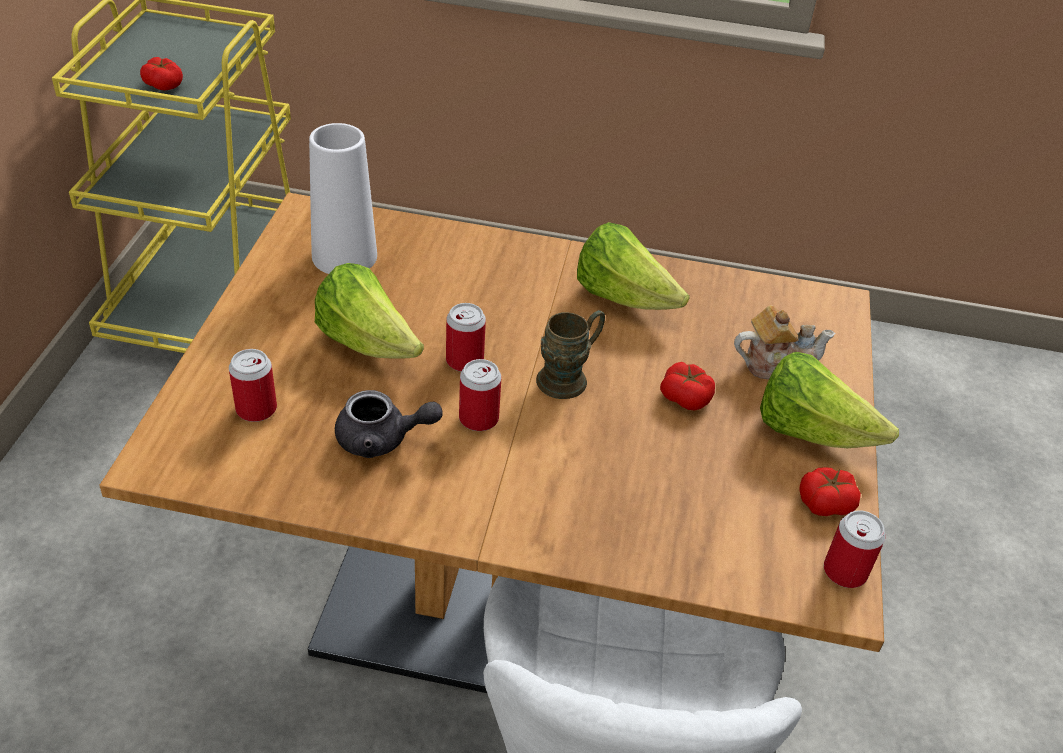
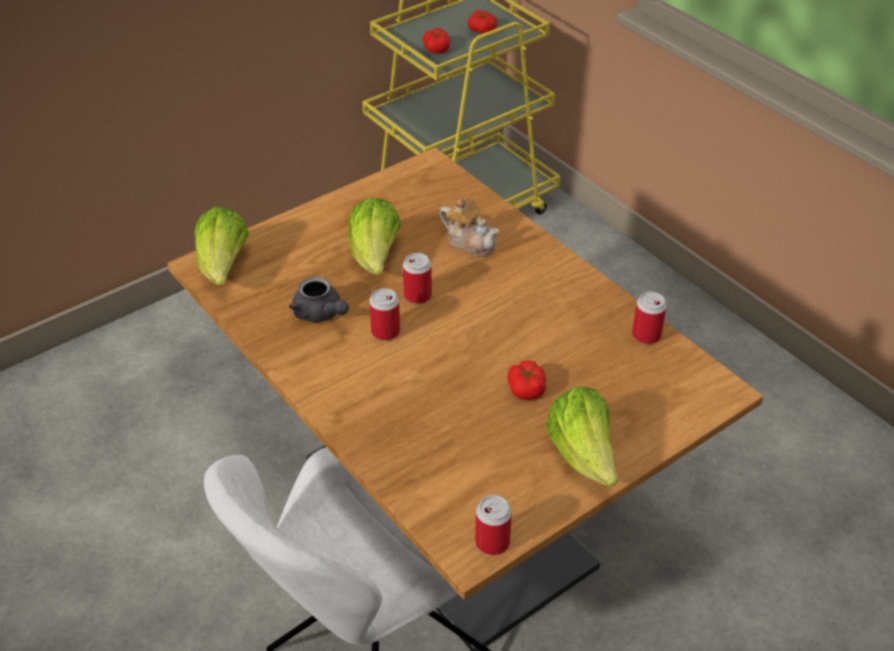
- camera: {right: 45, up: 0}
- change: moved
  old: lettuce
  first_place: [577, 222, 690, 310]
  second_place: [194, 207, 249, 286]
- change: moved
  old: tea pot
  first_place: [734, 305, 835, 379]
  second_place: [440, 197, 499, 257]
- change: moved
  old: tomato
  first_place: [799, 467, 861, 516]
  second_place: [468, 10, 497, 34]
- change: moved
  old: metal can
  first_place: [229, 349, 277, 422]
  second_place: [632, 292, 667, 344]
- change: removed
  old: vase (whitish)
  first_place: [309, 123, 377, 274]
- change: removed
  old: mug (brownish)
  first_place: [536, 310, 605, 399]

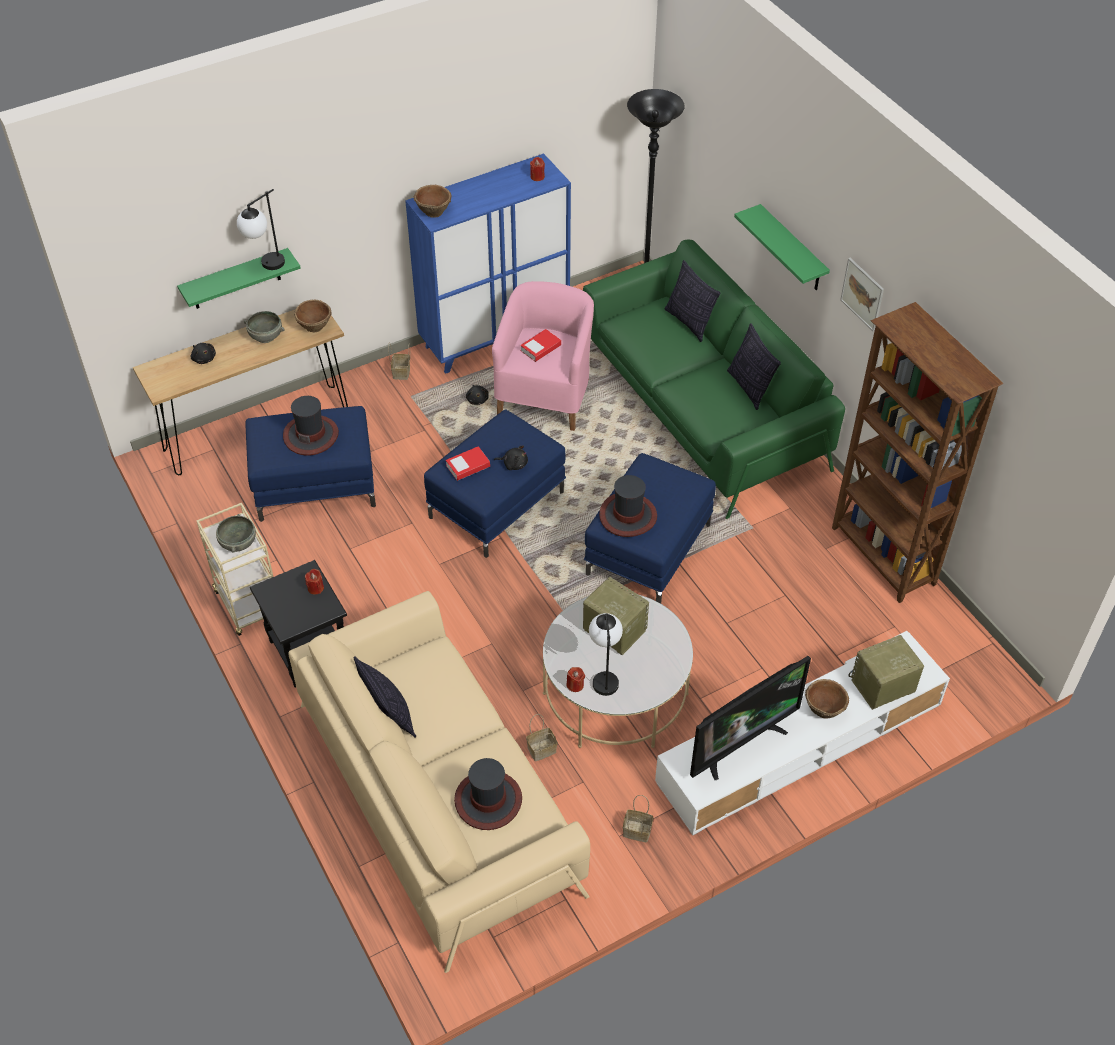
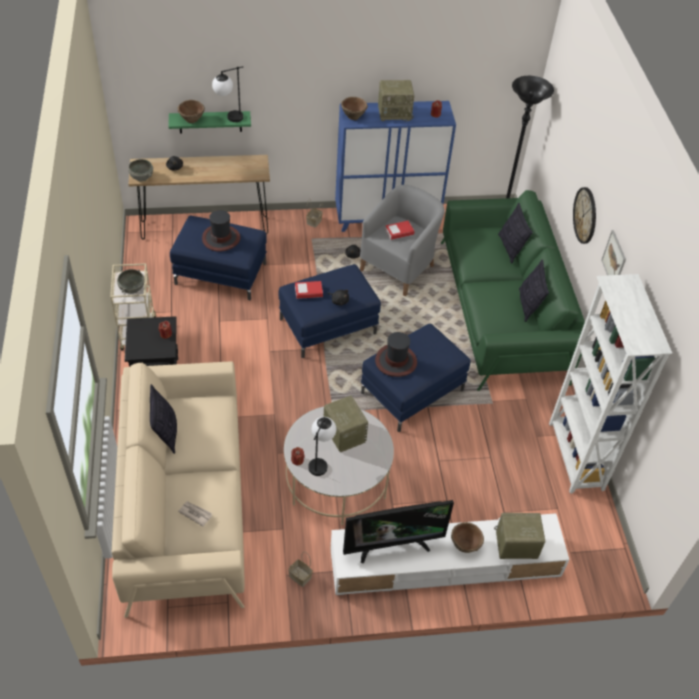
- camera: {right: 20, up: 0}
- change: moved
  old: serving bowl (greyish)
  first_place: [244, 311, 284, 343]
  second_place: [128, 159, 153, 181]
- change: moved
  old: serving bowl (brownish)
  first_place: [294, 300, 331, 332]
  second_place: [177, 100, 205, 123]
- change: replaced
  old: wearable hat
  new: printed paper
  first_place: [454, 758, 522, 830]
  second_place: [178, 501, 212, 527]
- change: recoloured
  old: lounge chair (pink-coloured)
  new: lounge chair (greyish)
  first_place: [492, 281, 594, 431]
  second_place: [360, 185, 445, 296]
- change: added
  new: radio
  second_place: [378, 80, 414, 122]
- change: recoloured
  old: bookshelf (brownish)
  new: bookshelf (whitish)
  first_place: [832, 302, 1003, 603]
  second_place: [549, 274, 672, 493]
- change: replaced
  old: wall shelf (greenish)
  new: wall clock
  first_place: [734, 204, 830, 290]
  second_place: [573, 187, 596, 244]
- change: removed
  old: household basket
  first_place: [526, 714, 558, 761]

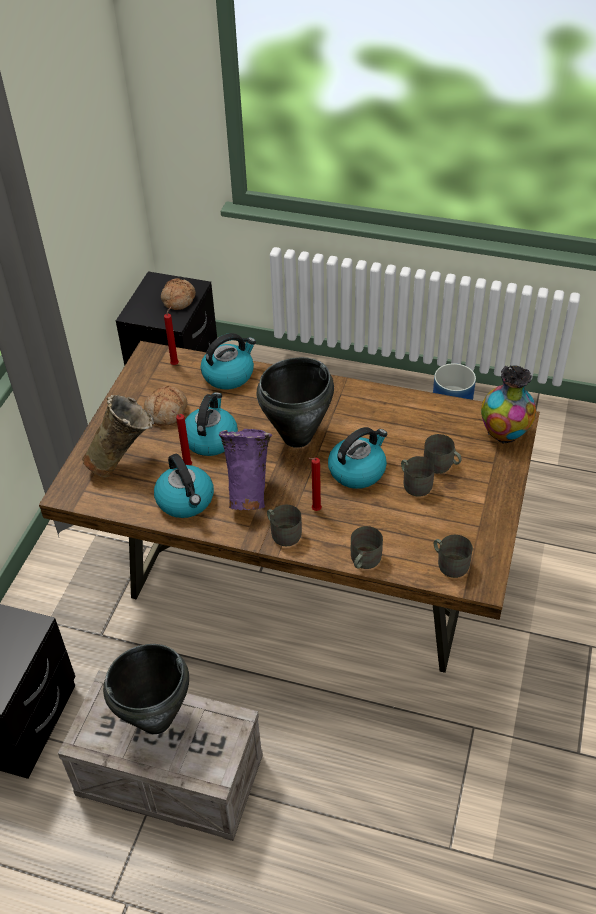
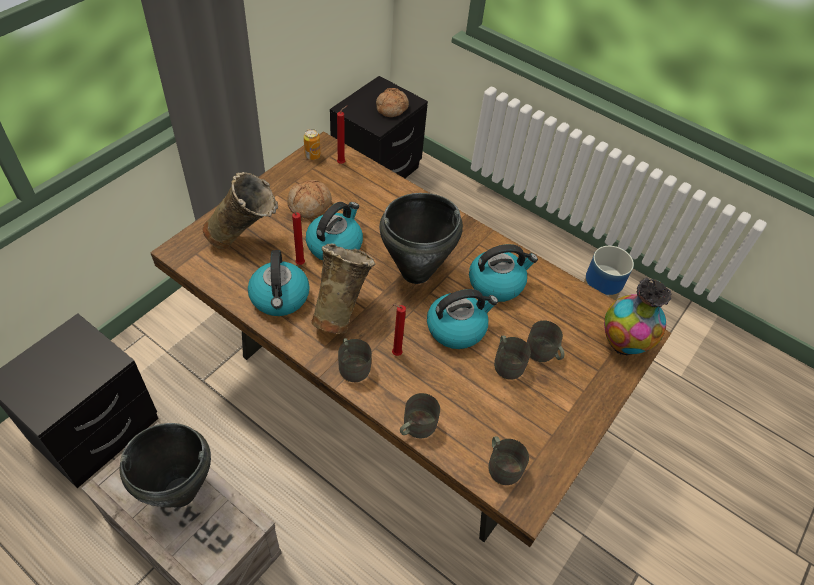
- camera: {right: 15, up: 5}
- change: added
  new: metal can
  second_place: [304, 129, 321, 160]
- change: recoloured
  old: vase (purple-coloured)
  new: vase (beige-coloured)
  first_place: [219, 429, 272, 510]
  second_place: [311, 243, 375, 334]
- change: moved
  old: water kettle
  first_place: [201, 333, 256, 389]
  second_place: [469, 244, 538, 302]

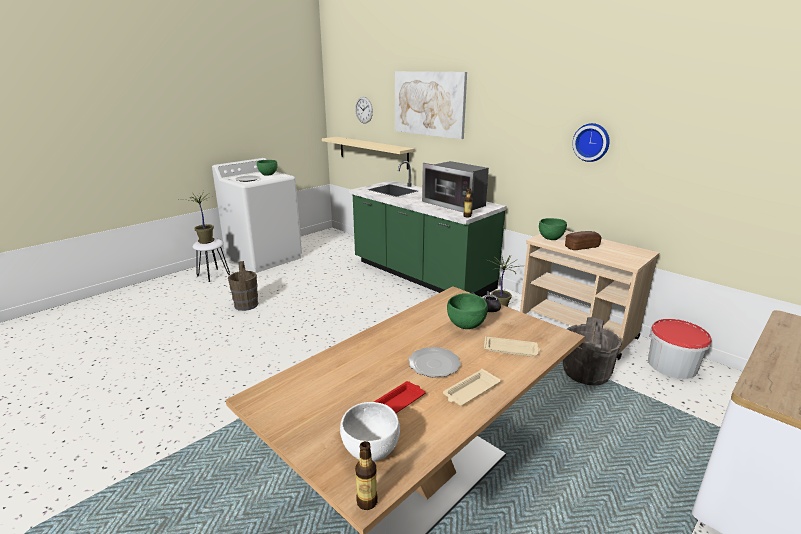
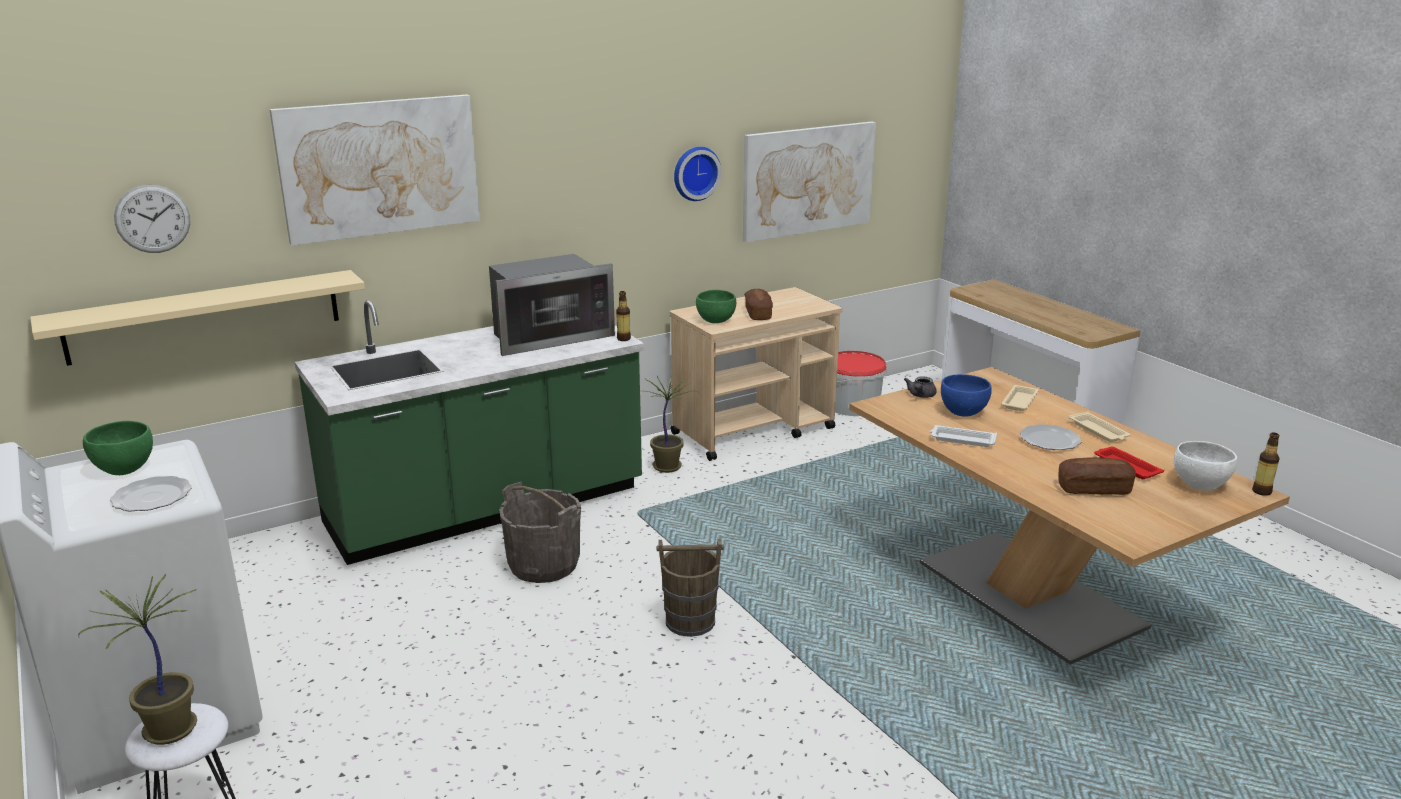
- camera: {right: -75, up: 0}
- change: moved
  old: pail (greyish)
  first_place: [563, 317, 622, 385]
  second_place: [499, 482, 581, 583]
- change: moved
  old: pail (brownish)
  first_place: [228, 261, 258, 311]
  second_place: [657, 539, 724, 637]
- change: added
  new: picture
  second_place: [743, 121, 876, 242]
- change: added
  new: serving tray (whitish)
  second_place: [930, 425, 997, 447]
- change: recoloured
  old: serving bowl (greenish)
  new: serving bowl (blue)
  first_place: [447, 293, 488, 329]
  second_place: [941, 374, 992, 416]
- change: added
  new: bakery bread
  second_place: [1058, 457, 1136, 495]

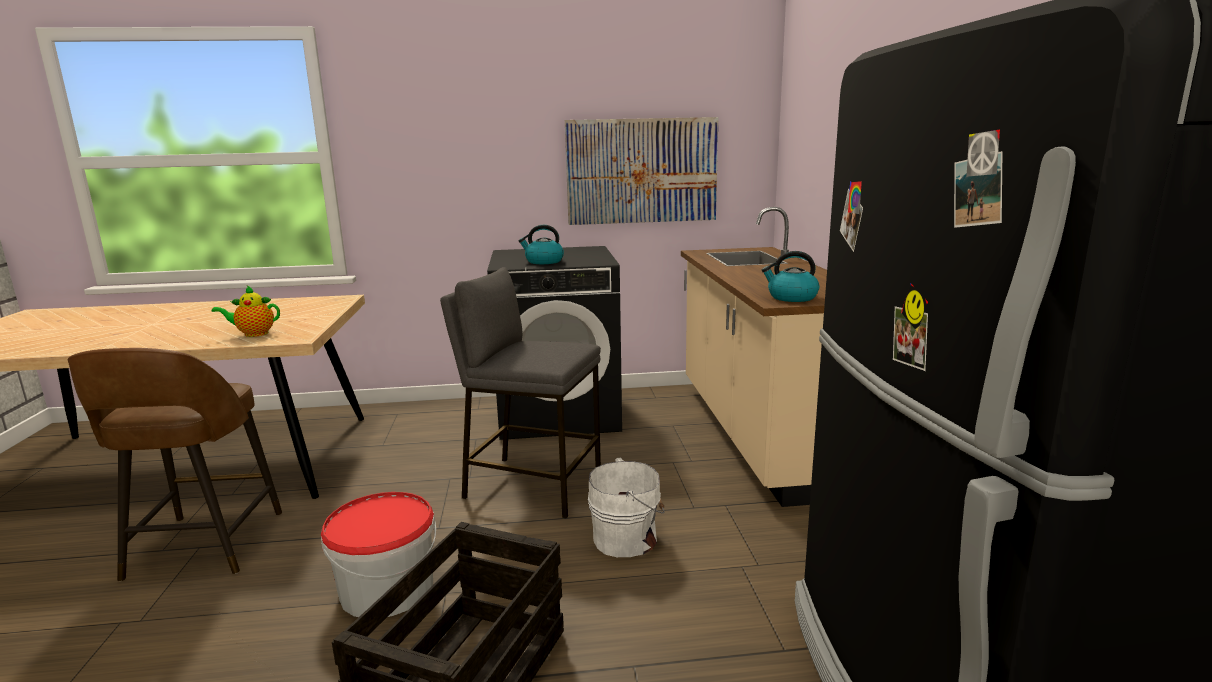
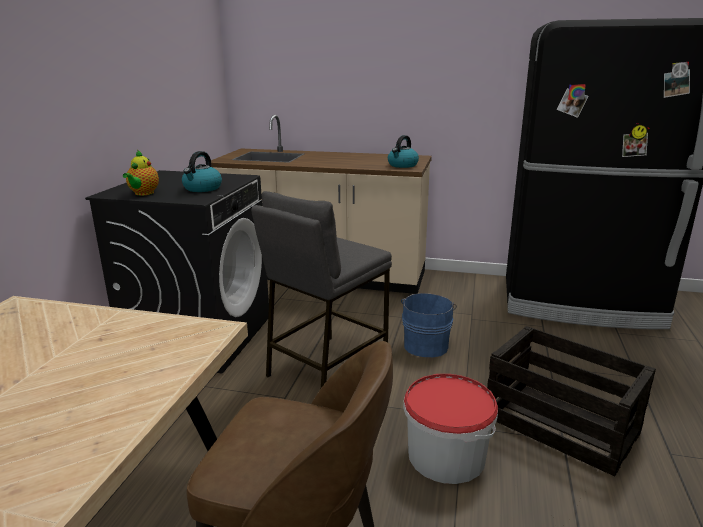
- camera: {right: -70, up: 5}
- change: moved
  old: tea pot
  first_place: [212, 285, 280, 337]
  second_place: [123, 150, 159, 195]
- change: recoloured
  old: pail (whitish)
  new: pail (blue)
  first_place: [588, 458, 665, 557]
  second_place: [401, 293, 457, 357]
- change: removed
  old: picture
  first_place: [565, 117, 718, 225]

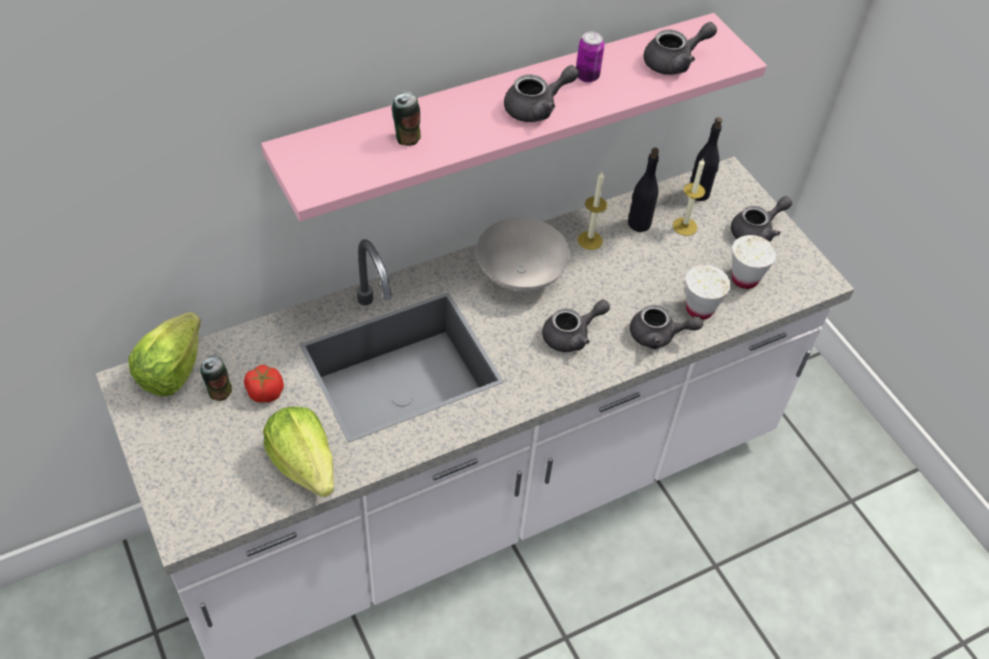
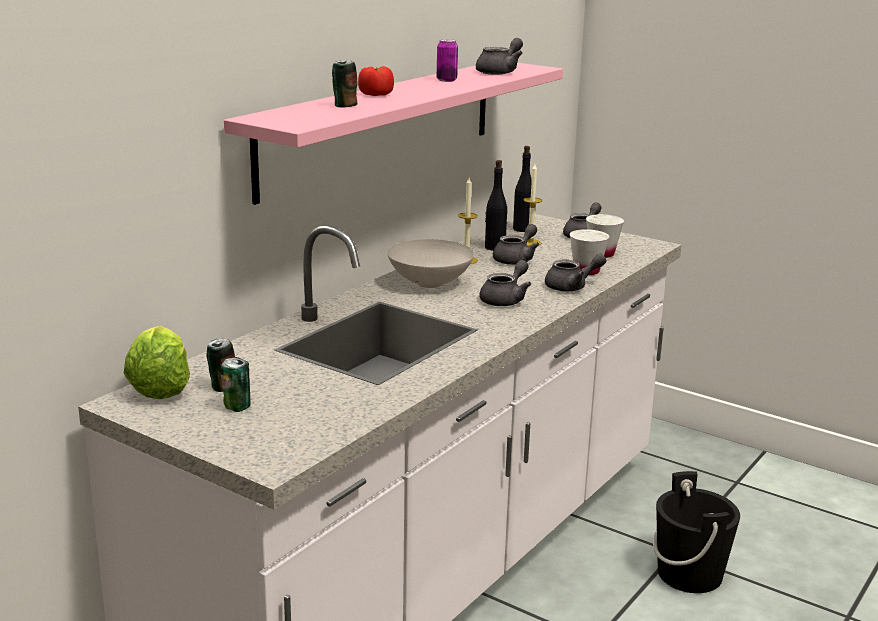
- camera: {right: -25, up: -30}
- change: added
  new: metal can
  second_place: [221, 357, 251, 412]
- change: moved
  old: tomato
  first_place: [244, 365, 284, 403]
  second_place: [358, 66, 394, 96]
- change: moved
  old: tea pot (greyish)
  first_place: [504, 65, 579, 122]
  second_place: [493, 224, 539, 265]
- change: added
  new: pail (blackish)
  second_place: [653, 471, 740, 593]
- change: removed
  old: lettuce
  first_place: [263, 407, 334, 497]

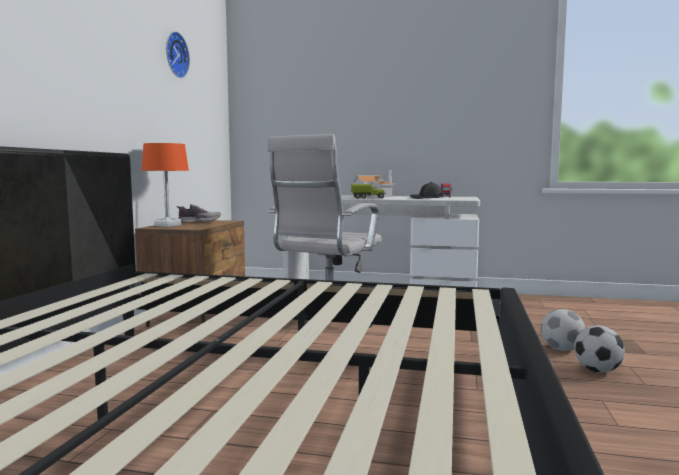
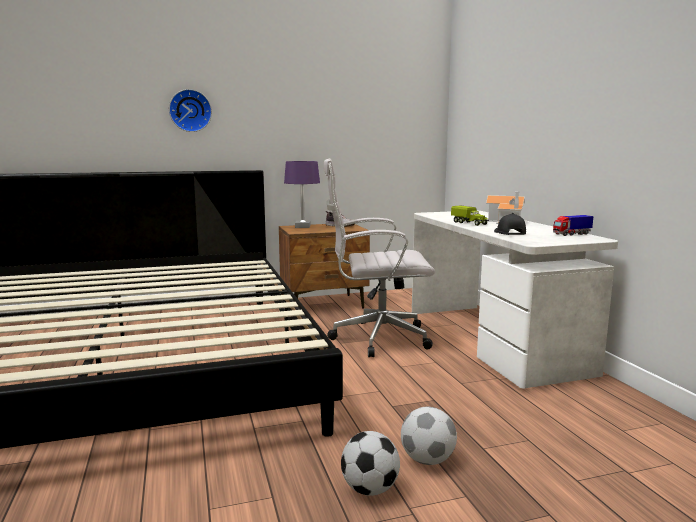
- camera: {right: 60, up: 5}
- change: moved
  old: wall clock
  first_place: [166, 31, 190, 78]
  second_place: [169, 89, 212, 132]
- change: recoloured
  old: table lamp (orangey)
  new: table lamp (purple-coloured)
  first_place: [142, 143, 189, 227]
  second_place: [284, 161, 320, 228]

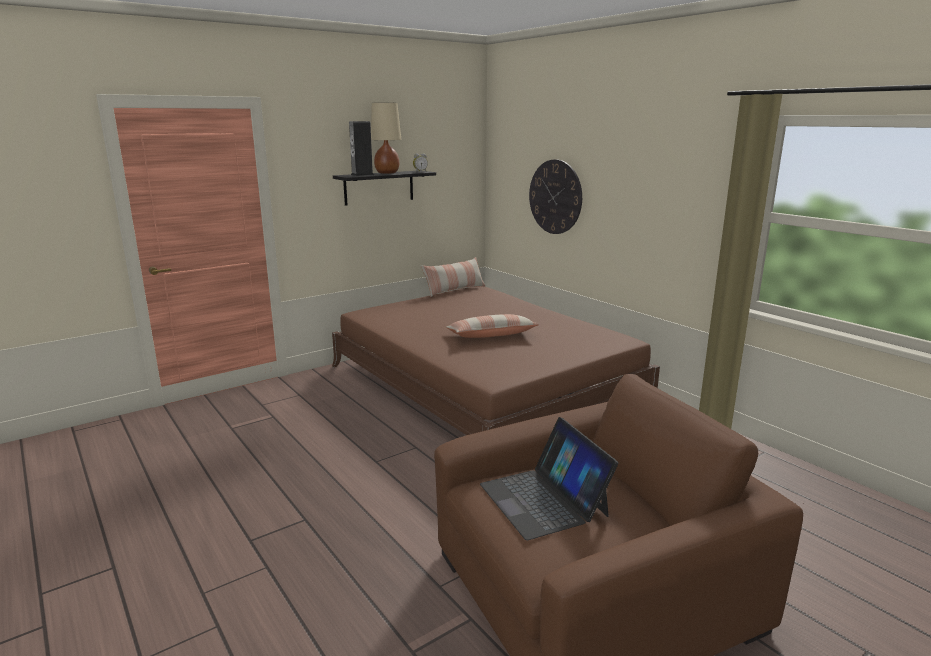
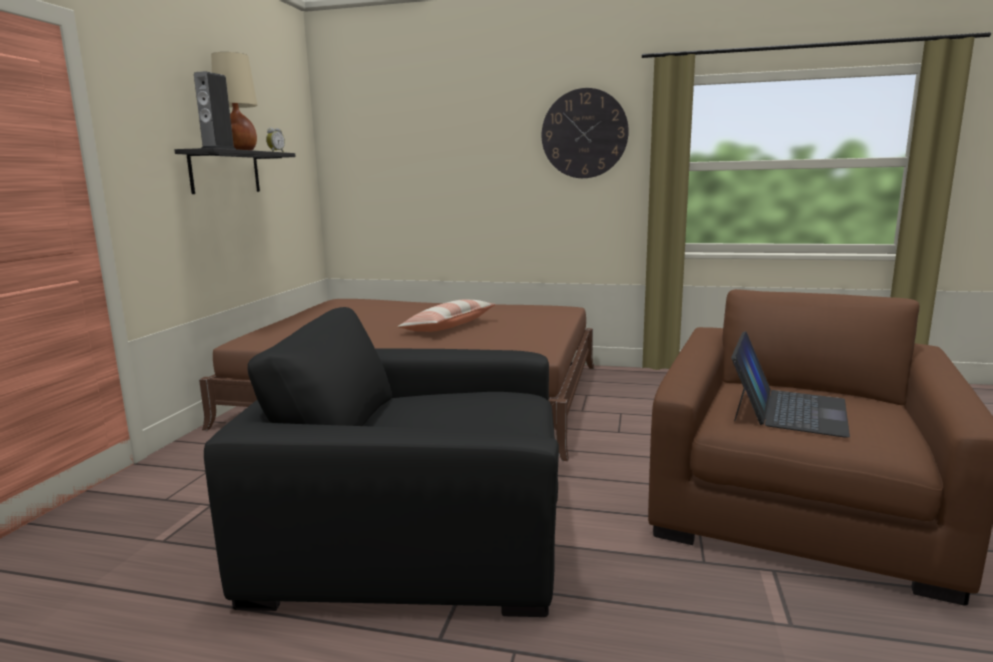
- camera: {right: -40, up: -5}
- change: added
  new: lounge chair (blackish)
  second_place: [204, 307, 559, 617]
- change: moved
  old: wall clock
  first_place: [529, 159, 582, 234]
  second_place: [542, 88, 629, 178]
- change: turned
  old: notebook computer
  first_place: [480, 417, 618, 540]
  second_place: [731, 331, 850, 438]
  degrees: -90
- change: removed
  old: pillow
  first_place: [421, 257, 485, 297]

